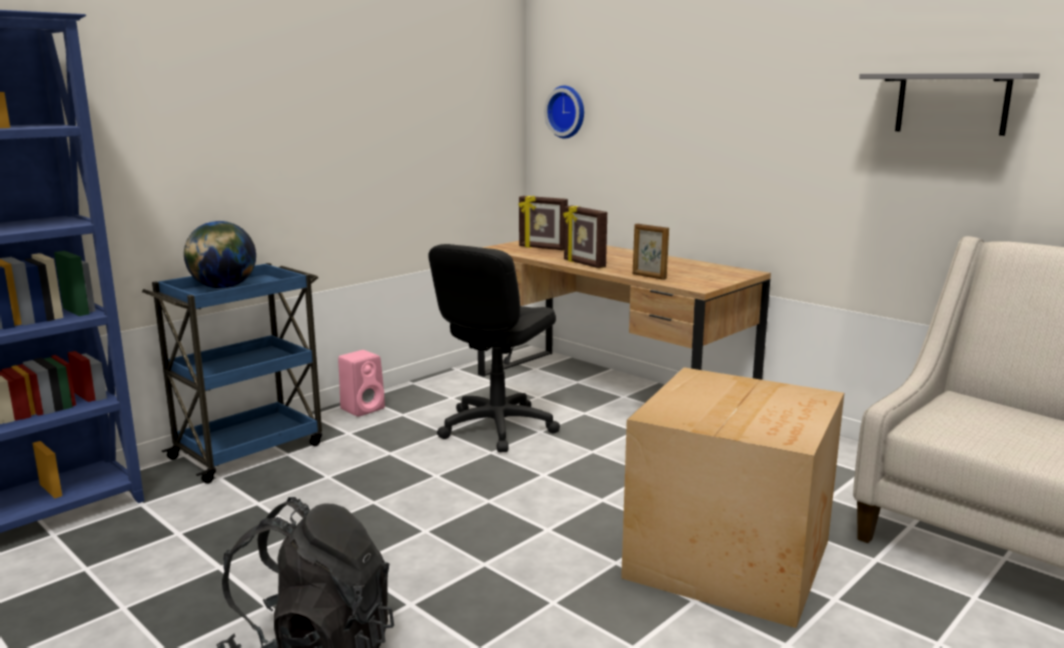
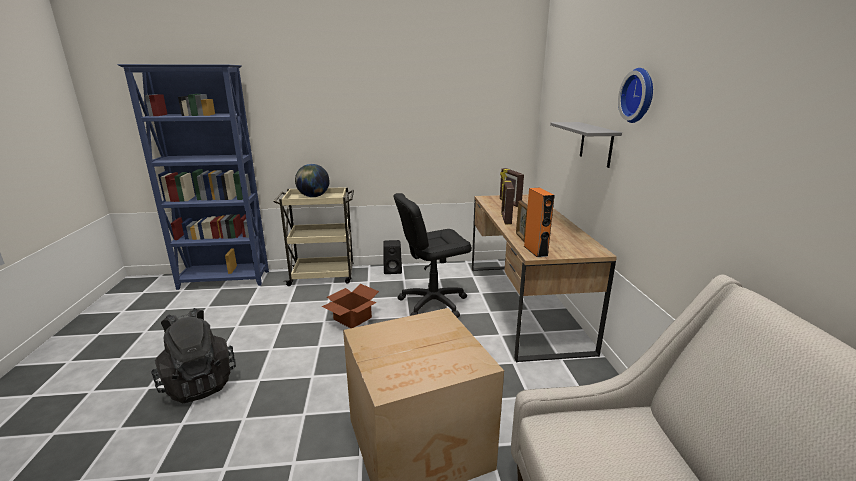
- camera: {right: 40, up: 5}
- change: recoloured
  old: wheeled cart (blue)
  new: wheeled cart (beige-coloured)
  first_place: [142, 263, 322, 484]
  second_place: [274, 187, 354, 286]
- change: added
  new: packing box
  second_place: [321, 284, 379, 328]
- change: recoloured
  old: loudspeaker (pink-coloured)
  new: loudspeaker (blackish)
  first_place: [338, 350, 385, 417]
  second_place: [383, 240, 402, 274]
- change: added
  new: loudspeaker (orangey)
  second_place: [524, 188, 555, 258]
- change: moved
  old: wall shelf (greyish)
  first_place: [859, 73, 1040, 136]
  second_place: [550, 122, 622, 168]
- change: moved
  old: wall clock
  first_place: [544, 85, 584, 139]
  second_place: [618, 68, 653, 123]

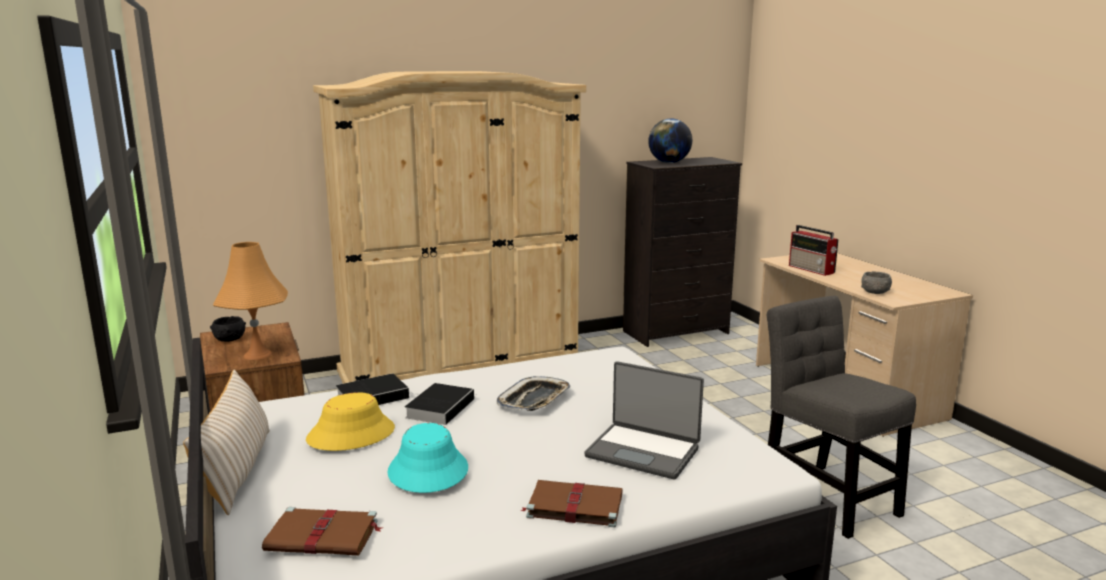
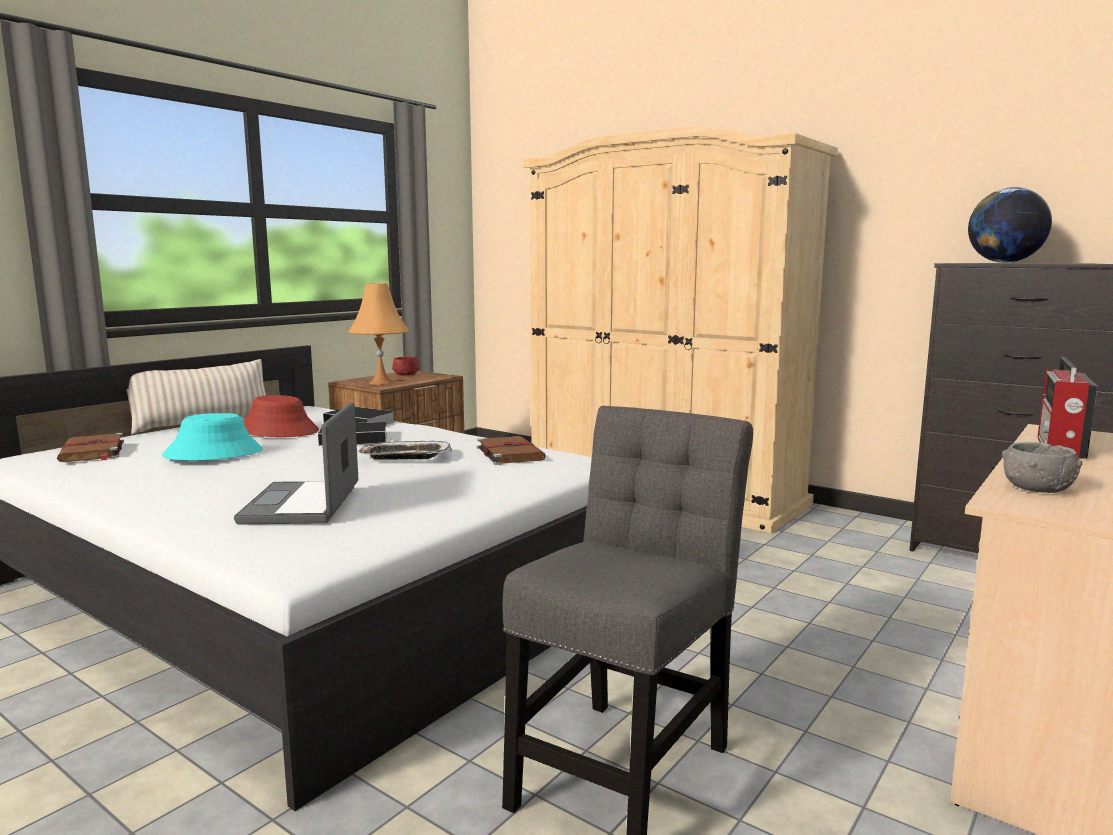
- camera: {right: 60, up: -5}
- change: recoloured
  old: wearable hat (yellow-coloured)
  new: wearable hat (red-coloured)
  first_place: [306, 392, 395, 451]
  second_place: [243, 395, 319, 437]
- change: recoloured
  old: serving bowl (blackish)
  new: serving bowl (red-coloured)
  first_place: [210, 316, 246, 342]
  second_place: [392, 357, 419, 375]
- change: moved
  old: volume (brownish)
  first_place: [521, 480, 622, 528]
  second_place: [477, 436, 546, 465]

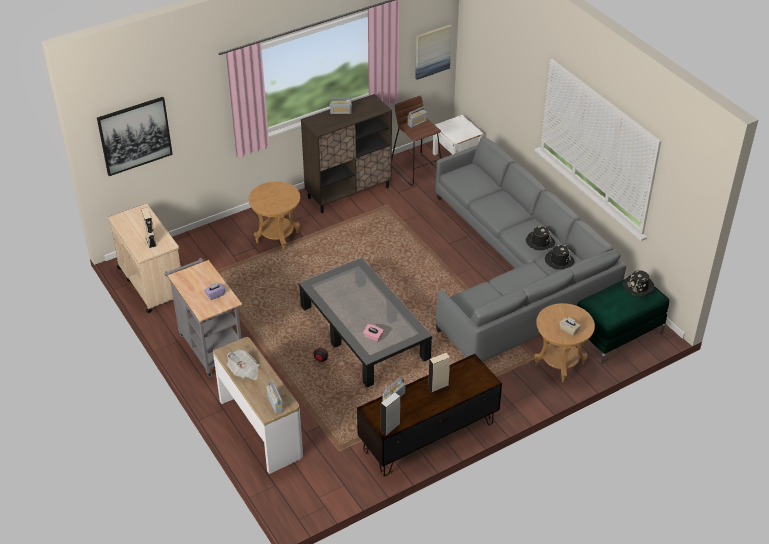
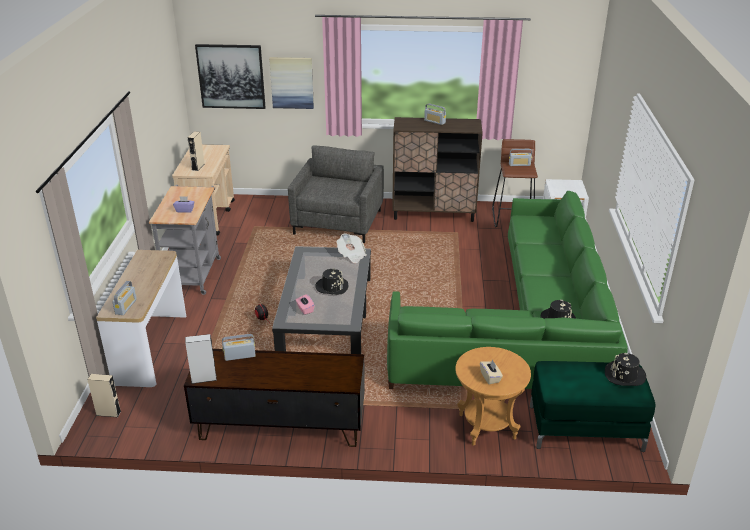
- camera: {right: 35, up: -10}
- change: moved
  old: loudspeaker (beige-coloured)
  first_place: [428, 353, 450, 393]
  second_place: [87, 374, 121, 417]
- change: moved
  old: picture
  first_place: [415, 25, 452, 80]
  second_place: [269, 57, 314, 109]
- change: replaced
  old: side table (brownish)
  new: lounge chair (greyish)
  first_place: [248, 181, 300, 251]
  second_place: [288, 145, 384, 243]
- change: moved
  old: wearable hat (blackish)
  first_place: [526, 226, 555, 250]
  second_place: [315, 268, 348, 295]
- change: moved
  old: printed paper
  first_place: [227, 350, 259, 380]
  second_place: [337, 233, 367, 263]
- change: recoloured
  old: sofa (greyish)
  new: sofa (greenish)
  first_place: [435, 138, 626, 362]
  second_place: [387, 191, 628, 389]

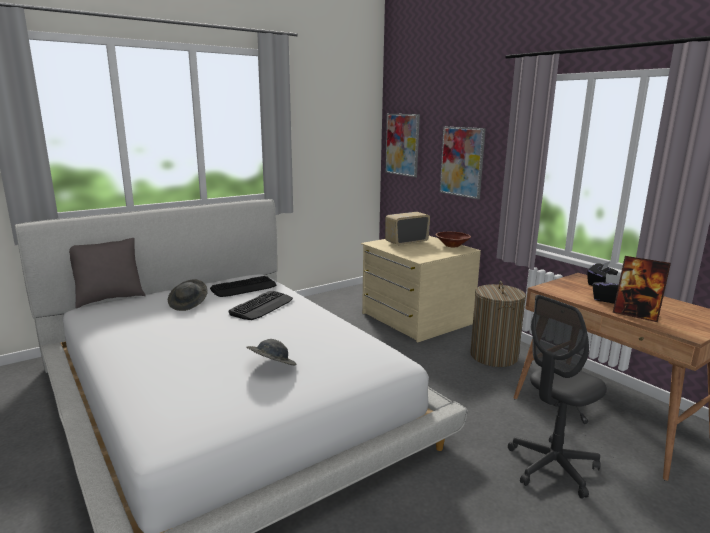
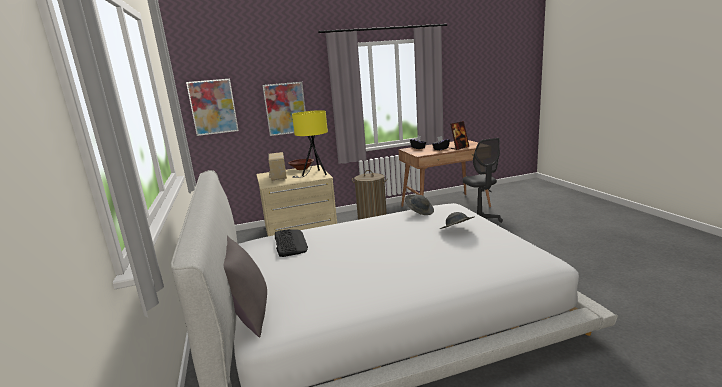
- camera: {right: -70, up: 0}
- change: added
  new: table lamp (yellow-coloured)
  second_place: [292, 110, 328, 178]
- change: moved
  old: wearable hat (greyish)
  first_place: [168, 279, 208, 311]
  second_place: [405, 194, 434, 215]
- change: removed
  old: computer keyboard
  first_place: [228, 291, 293, 320]

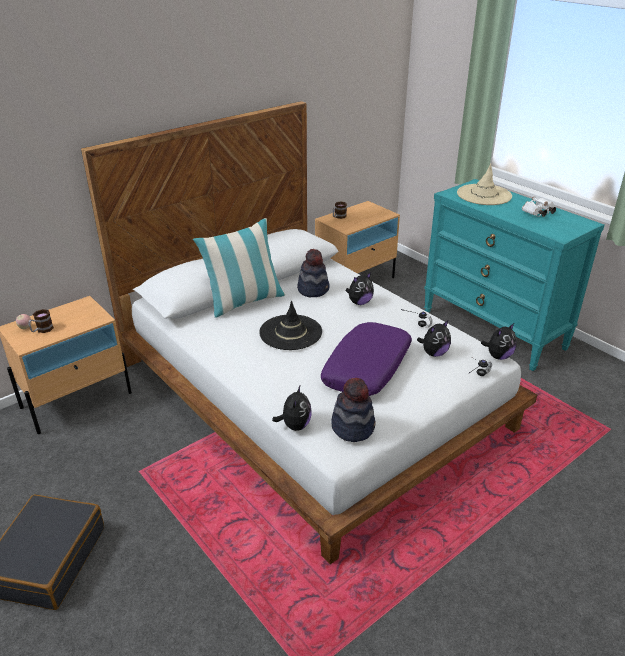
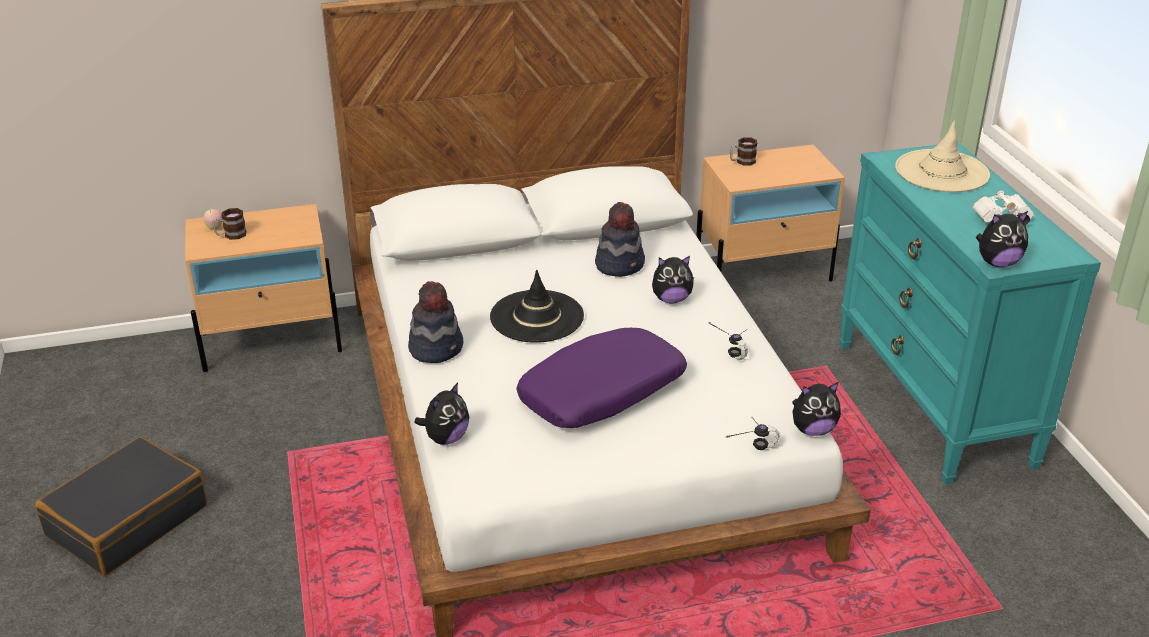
- camera: {right: 25, up: 0}
- change: moved
  old: wearable hat
  first_place: [331, 378, 376, 442]
  second_place: [408, 281, 463, 363]
- change: moved
  old: cuddly toy
  first_place: [417, 320, 451, 357]
  second_place: [976, 211, 1028, 267]
- change: removed
  old: pillow
  first_place: [193, 218, 286, 318]

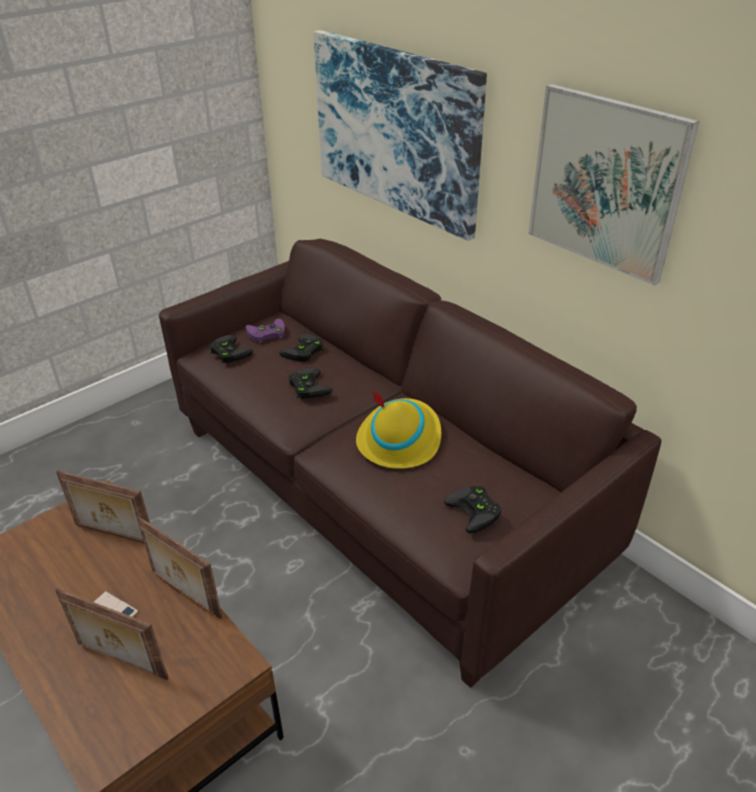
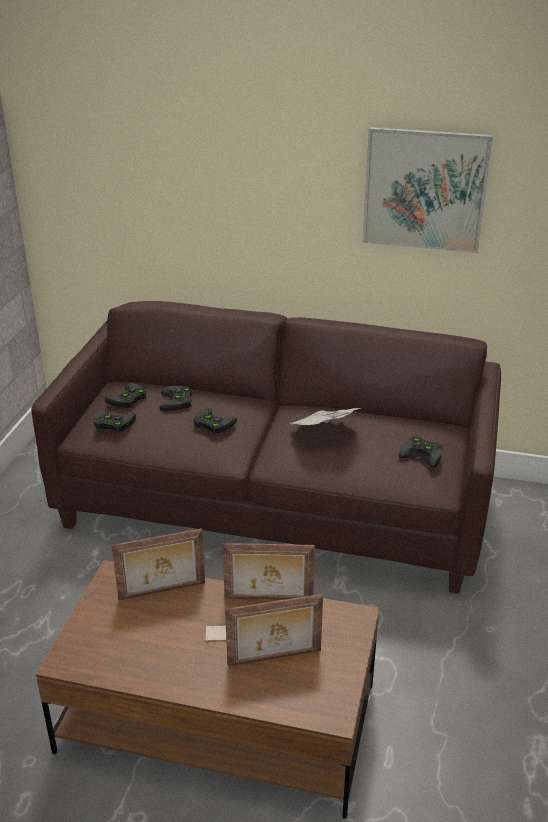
- camera: {right: -35, up: -5}
- change: recoloured
  old: joypad (purple-coloured)
  new: joypad (blackish)
  first_place: [246, 319, 285, 344]
  second_place: [105, 383, 147, 408]
- change: replaced
  old: wearable hat (yellow-coloured)
  new: printed paper
  first_place: [356, 391, 441, 469]
  second_place: [292, 408, 362, 425]
- change: removed
  old: picture
  first_place: [313, 30, 487, 241]

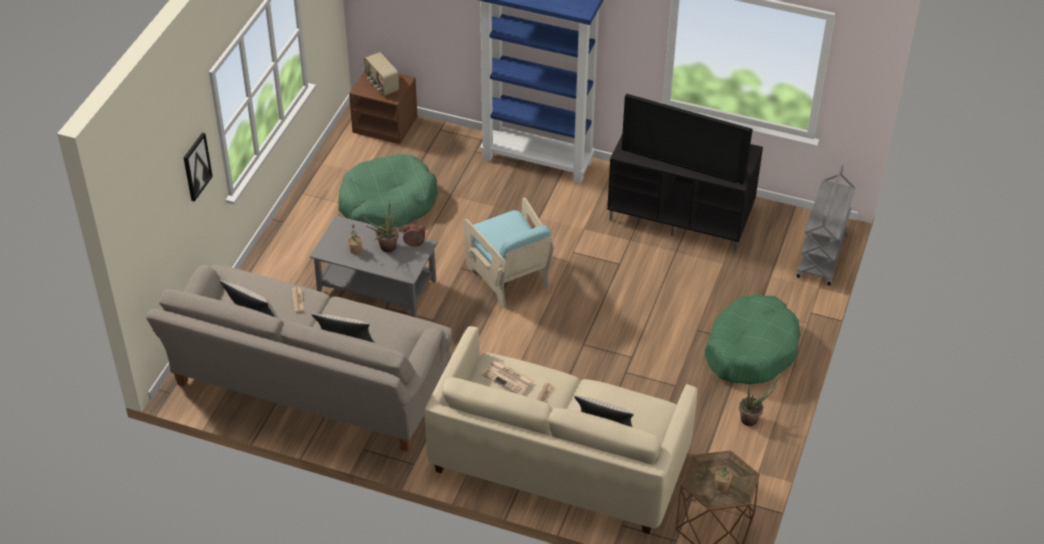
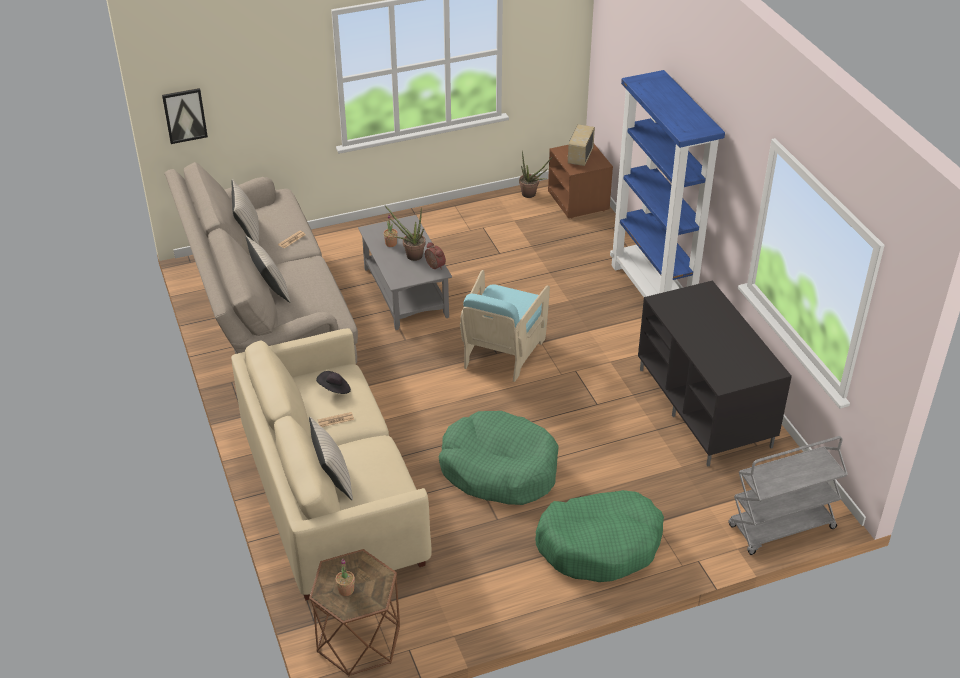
- camera: {right: 50, up: -5}
- change: moved
  old: picture
  first_place: [183, 133, 213, 202]
  second_place: [162, 88, 208, 144]
- change: replaced
  old: printed paper
  new: wearable hat (blackish)
  first_place: [481, 360, 534, 395]
  second_place: [316, 371, 351, 394]
- change: moved
  old: pet bed (greenish)
  first_place: [338, 154, 438, 228]
  second_place: [439, 411, 559, 505]
- change: moved
  old: houseplant
  first_place: [739, 371, 783, 426]
  second_place: [519, 150, 553, 198]
- change: removed
  old: TV
  first_place: [621, 93, 753, 185]

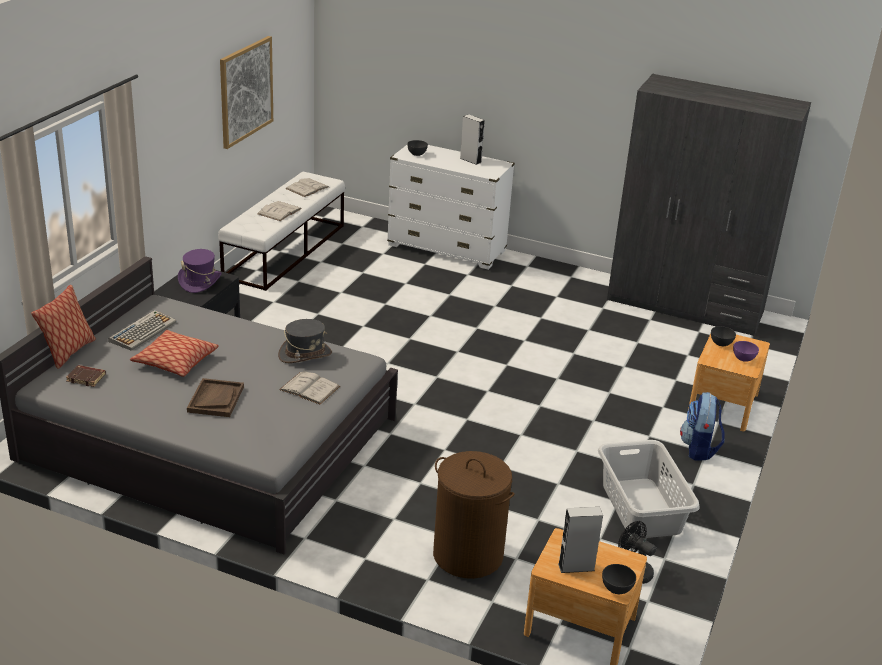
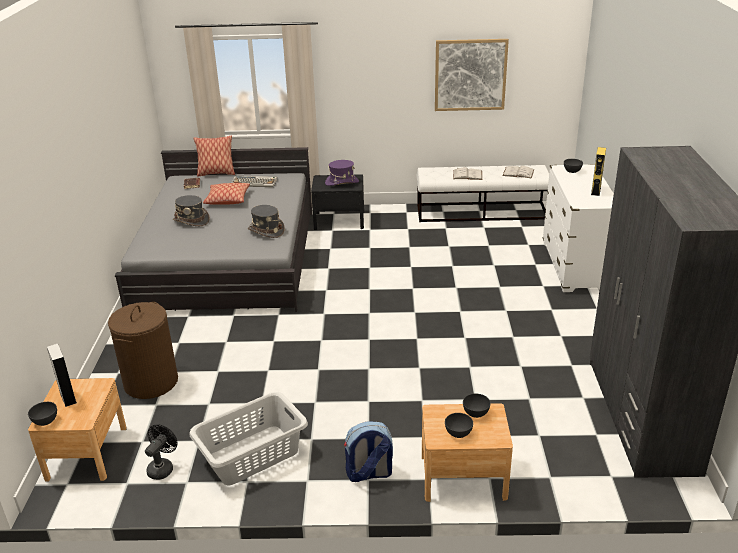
- camera: {right: 70, up: 0}
- change: replaced
  old: serving tray (brownish)
  new: wearable hat (greyish)
  first_place: [187, 378, 244, 417]
  second_place: [173, 195, 209, 226]
- change: recoloured
  old: serving bowl (purple-coloured)
  new: serving bowl (greyish)
  first_place: [733, 341, 759, 362]
  second_place: [445, 413, 473, 438]
- change: recoloured
  old: loudspeaker (greyish)
  new: loudspeaker (yellow-coloured)
  first_place: [460, 114, 485, 165]
  second_place: [591, 147, 606, 196]
- change: removed
  old: volume (whitish)
  first_place: [279, 371, 340, 404]

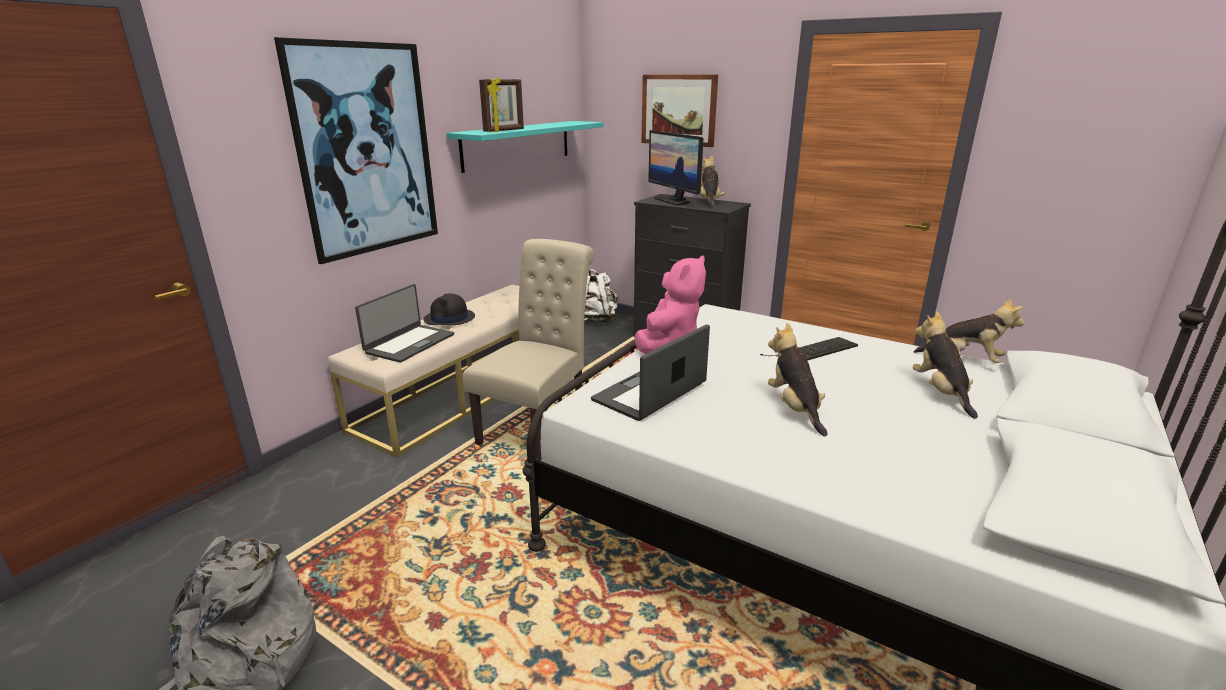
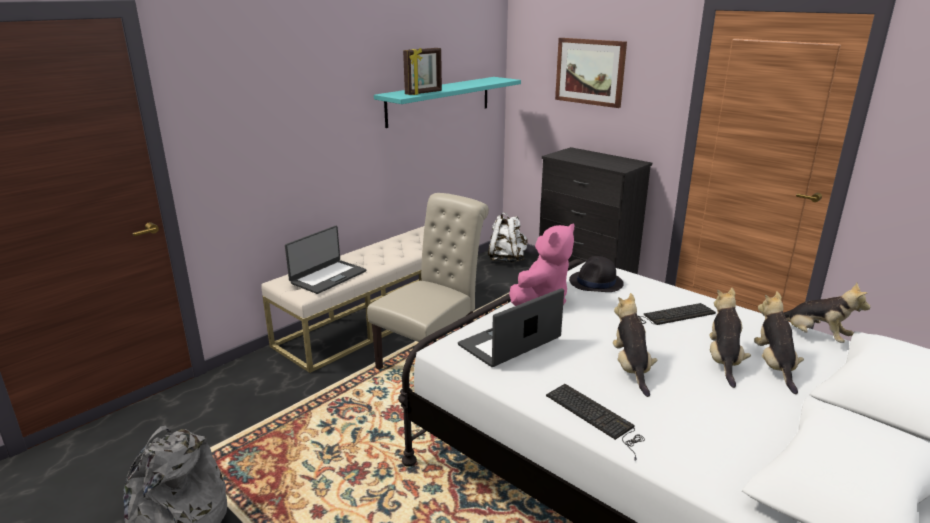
- camera: {right: 10, up: 0}
- change: added
  new: computer keyboard
  second_place: [546, 384, 645, 461]
- change: moved
  old: wearable hat (blackish)
  first_place: [423, 293, 475, 325]
  second_place: [569, 256, 624, 292]
- change: moved
  old: cuddly toy
  first_place: [700, 156, 725, 208]
  second_place: [709, 288, 751, 388]
- change: removed
  old: picture
  first_place: [274, 37, 438, 264]
- change: removed
  old: computer screen
  first_place: [648, 130, 703, 206]

